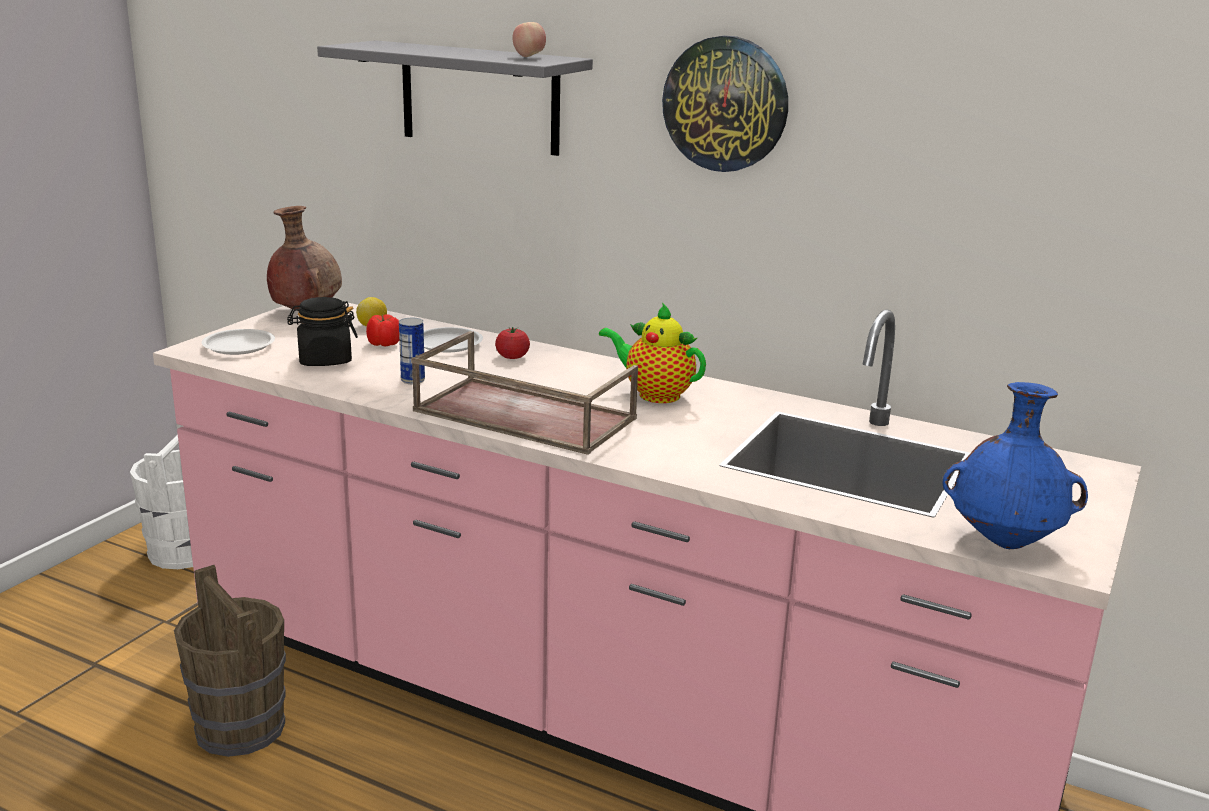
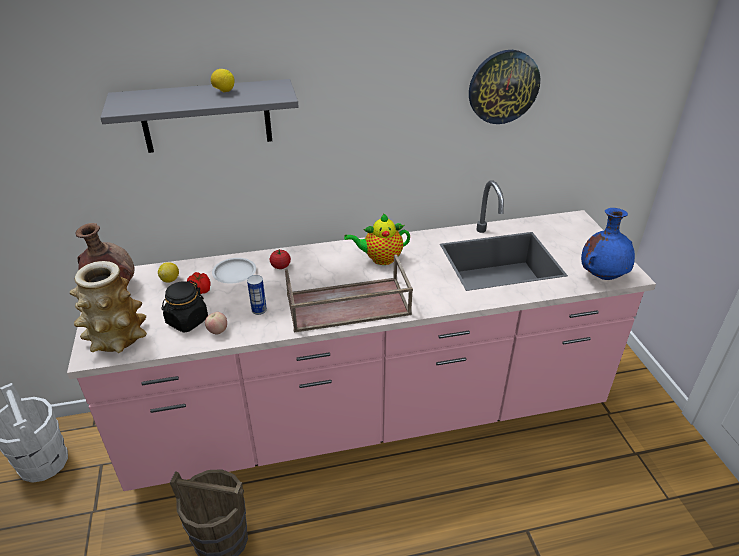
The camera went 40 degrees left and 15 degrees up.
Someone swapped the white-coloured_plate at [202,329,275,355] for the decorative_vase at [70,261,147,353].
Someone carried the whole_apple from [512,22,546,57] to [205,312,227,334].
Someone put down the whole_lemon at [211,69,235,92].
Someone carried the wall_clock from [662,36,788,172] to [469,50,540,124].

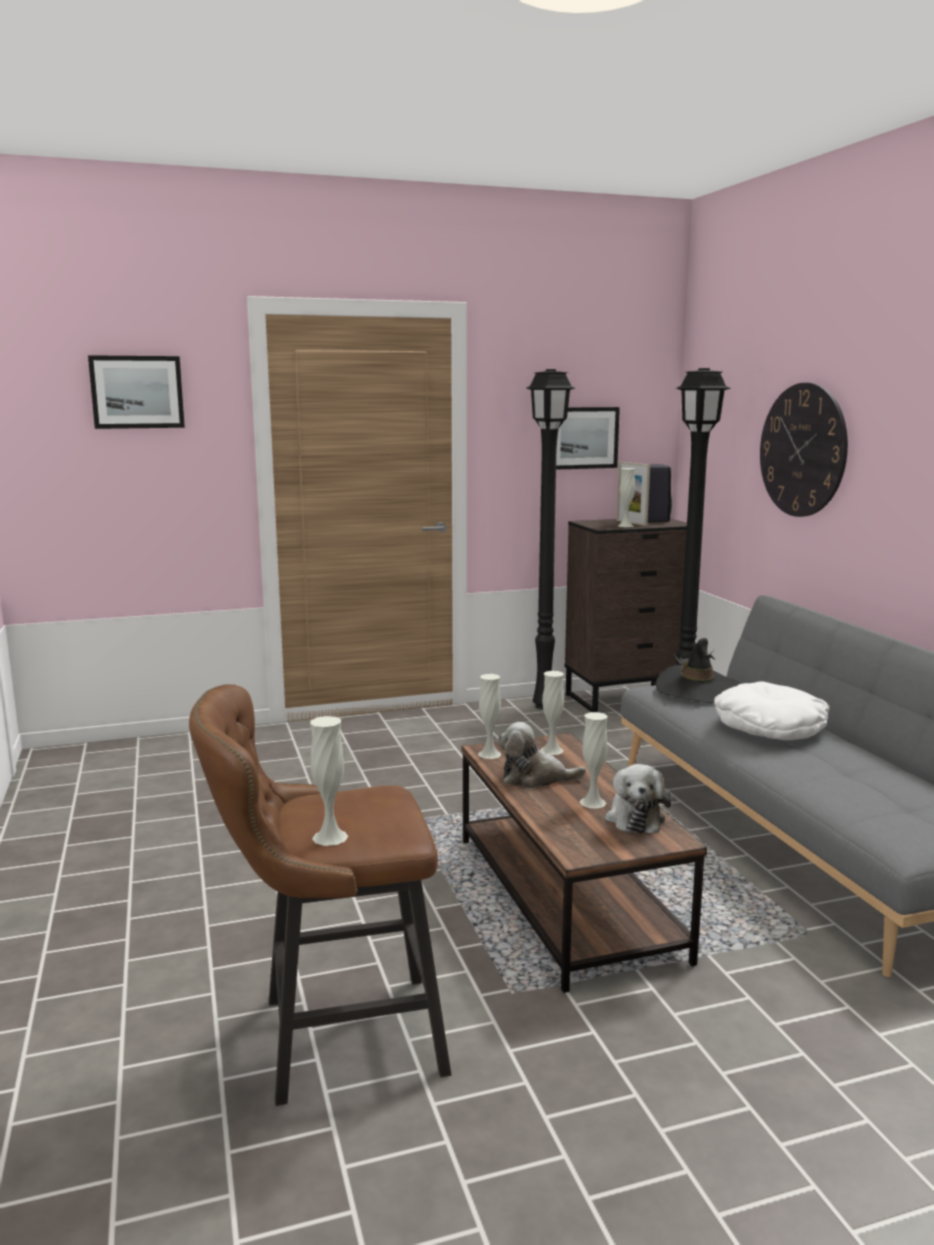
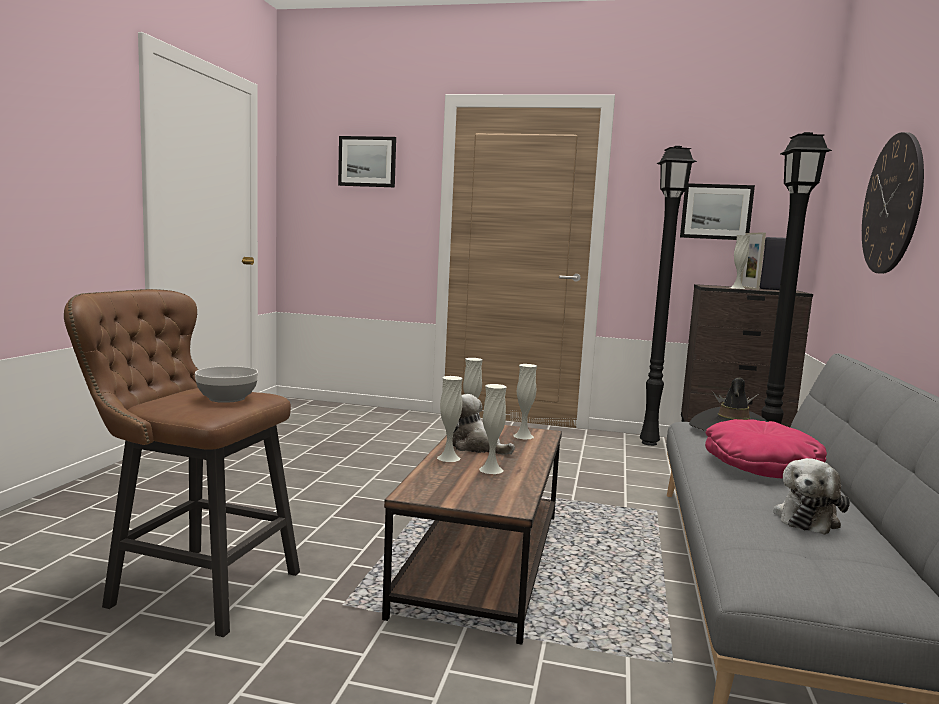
The camera went 30 degrees right and 5 degrees down.
Someone put down the deep_dish at [195,366,258,403].
Someone carried the white-coloured_decorative_vase from [310,716,348,846] to [437,376,463,462].
Someone repainted the white-coloured_cushion at [714,681,830,740], which became the pink-coloured_cushion at [705,419,827,478].
Someone carried the plush_toy from [605,764,672,833] to [773,458,850,535].

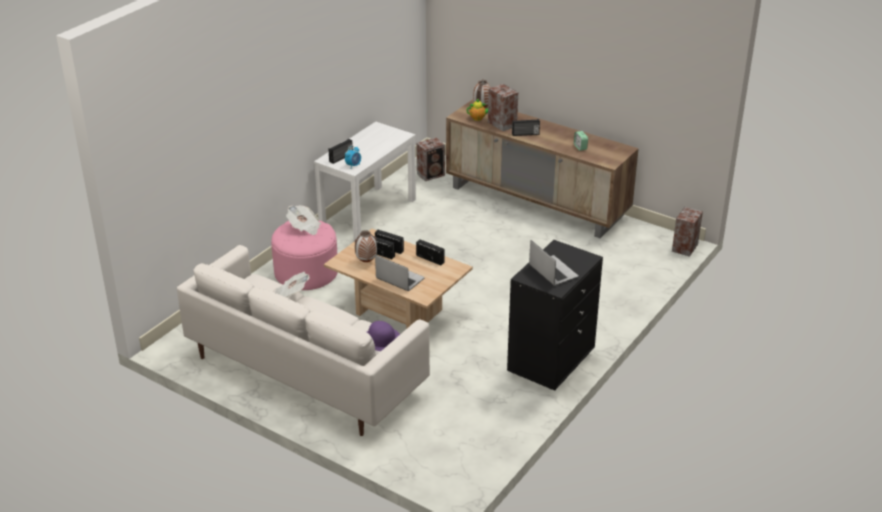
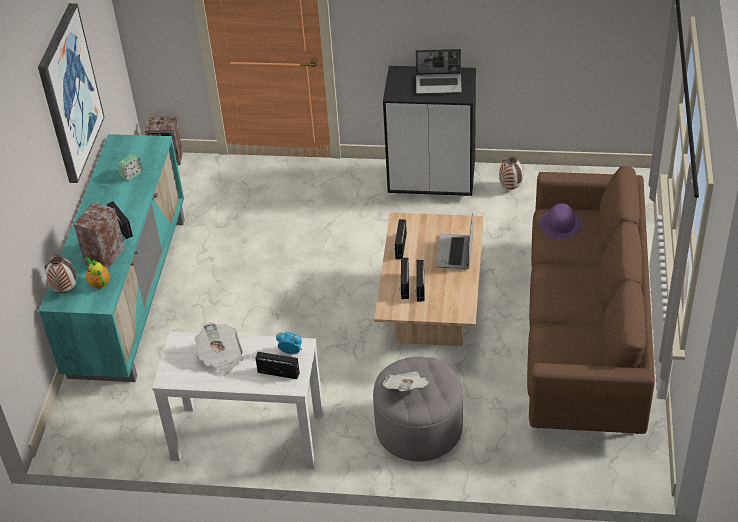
The camera went 115 degrees left and 10 degrees up.
Someone put up the picture at [38,3,105,183].
Someone repainted the brownish_tv_stand at [446,99,639,238], which became the turquoise_tv_stand at [39,134,185,382].
Someone carried the newspaper from [273,272,309,298] to [195,322,244,376].
Someone repainted the pink-coloured_ottoman at [271,221,338,290], which became the gray_ottoman at [373,357,463,462].
Someone rotated the laptop at [529,240,579,286] by 120 degrees counterclockwise.
Someone carried the decorative_vase from [355,230,377,262] to [499,156,523,189].
Someone repainted the white-coloured_sofa at [177,245,430,436], which became the brownish_sofa at [527,166,655,434].
Someone took away the audio_speaker at [417,137,445,181].

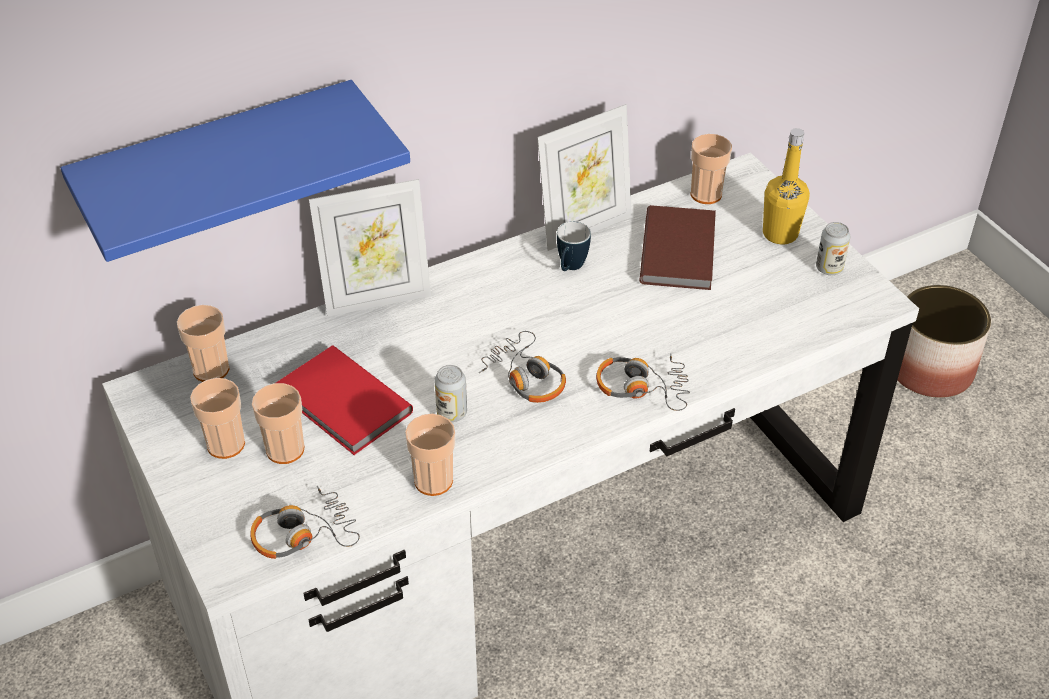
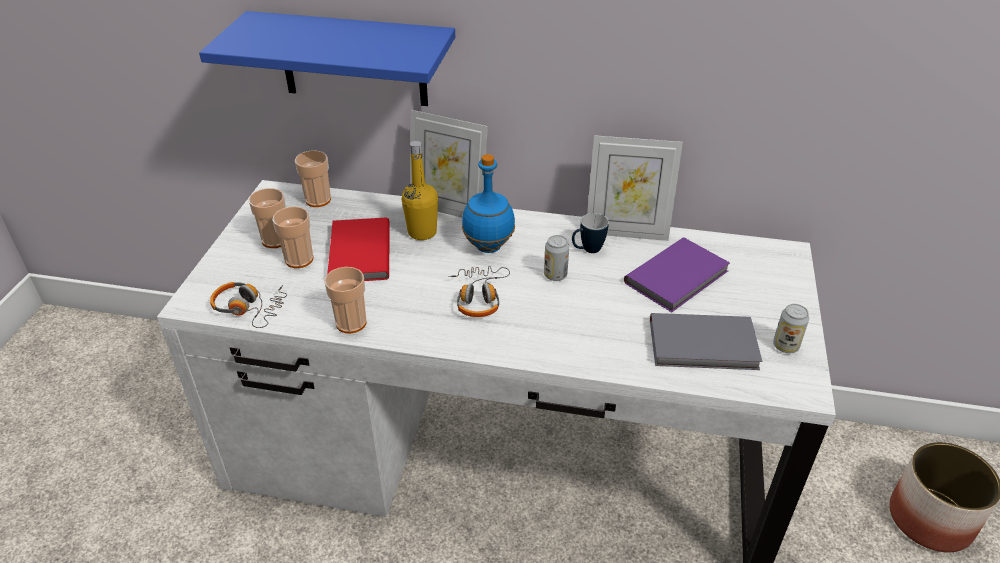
The camera went 40 degrees right and 5 degrees down.
Someone carried the yellow_beverage_bottle from [763,128,810,244] to [402,141,438,240].
Someone put down the blue_beverage_bottle at [462,154,515,253].
Someone carried the metal_can from [434,365,467,422] to [544,235,569,281].
Someone repainted the brownish_book at [639,205,716,290], which became the purple-coloured_book at [624,237,730,312].
Someone put down the gray_book at [650,313,763,370].
Someone took away the headset at [596,353,690,411].
Someone took away the small_cup at [691,134,732,204].

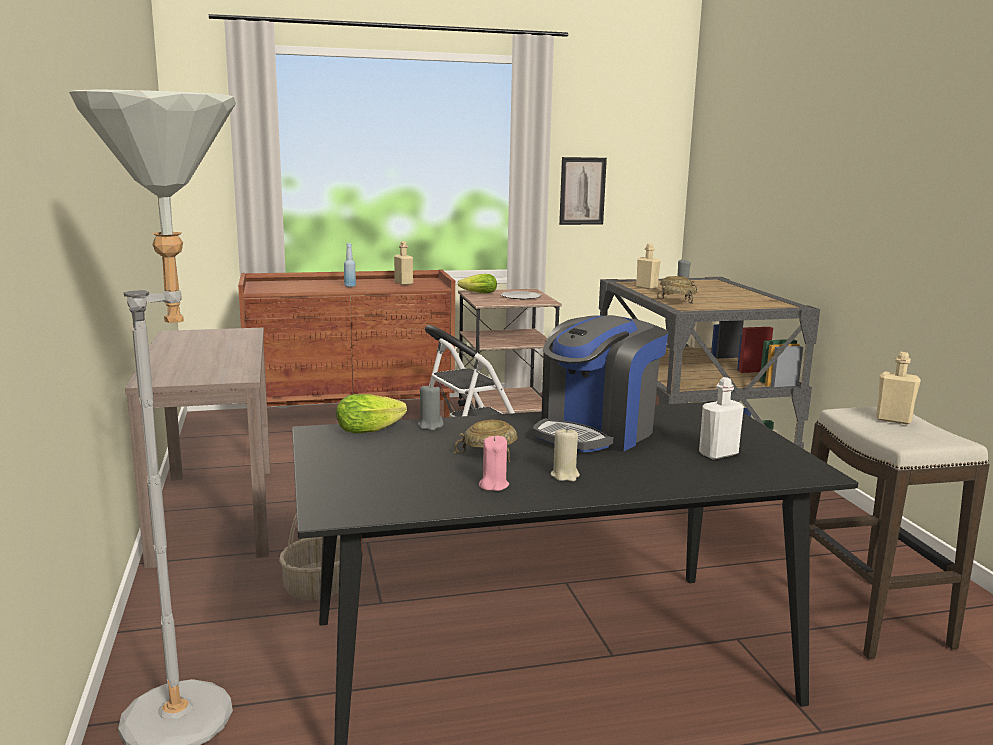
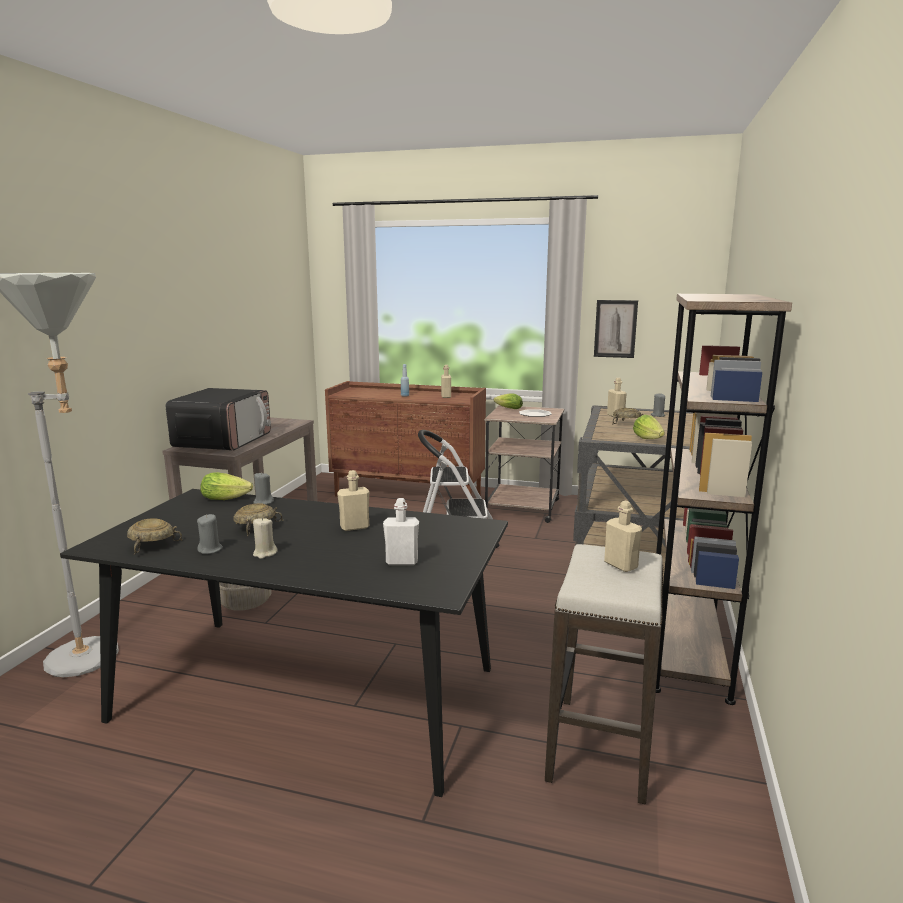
The camera went 30 degrees right and 0 degrees up.
Someone carried the sand-coloured_deep_dish from [656,283,696,304] to [127,518,183,555].
Someone put down the kitchen_microwave at [166,388,271,450].
Someone repainted the pink-coloured_wax_candle at [479,436,509,491], which became the gray_wax_candle at [197,514,223,554].
Someone swapped the coffee_brewer at [533,315,668,452] for the sand-coloured_beverage_bottle at [337,470,369,531].
Someone put down the lettuce_head at [633,415,665,439].
Someone put down the brownish_bookshelf at [656,294,792,705].

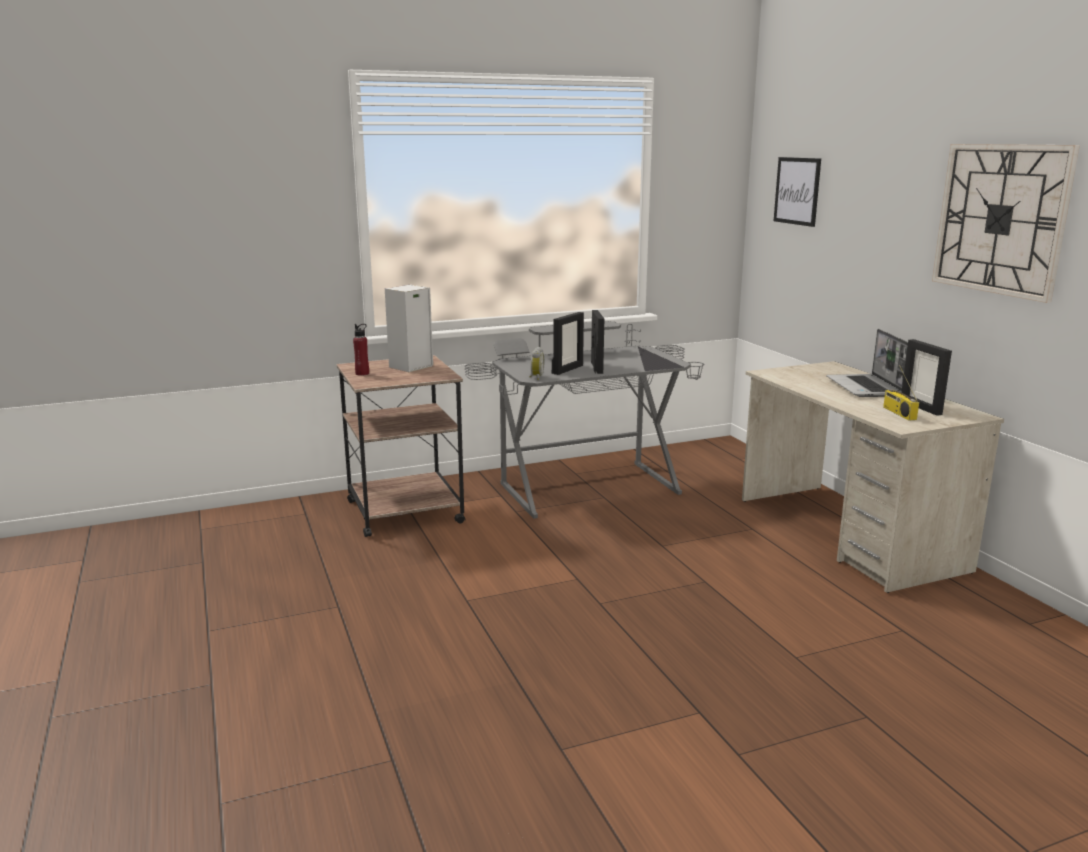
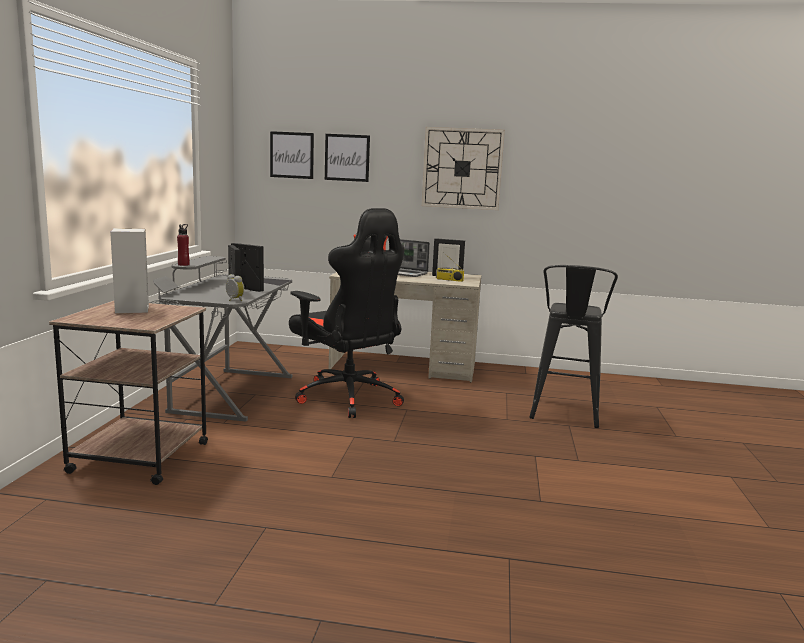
The camera went 60 degrees left and 5 degrees down.
Someone carried the reddish_beverage_bottle from [353,324,369,376] to [177,224,190,266].
Someone put down the black-coloured_office_chair at [289,208,404,418].
Someone put up the picture at [325,134,370,182].
Someone put down the black-coloured_sitting_stool at [529,265,618,428].

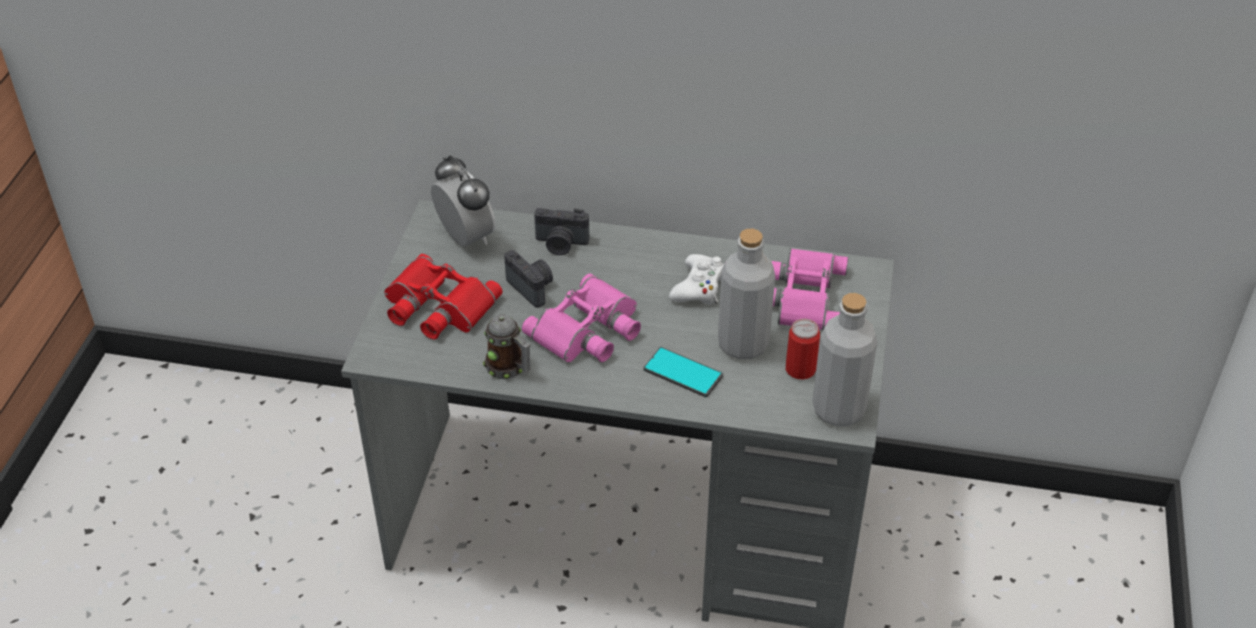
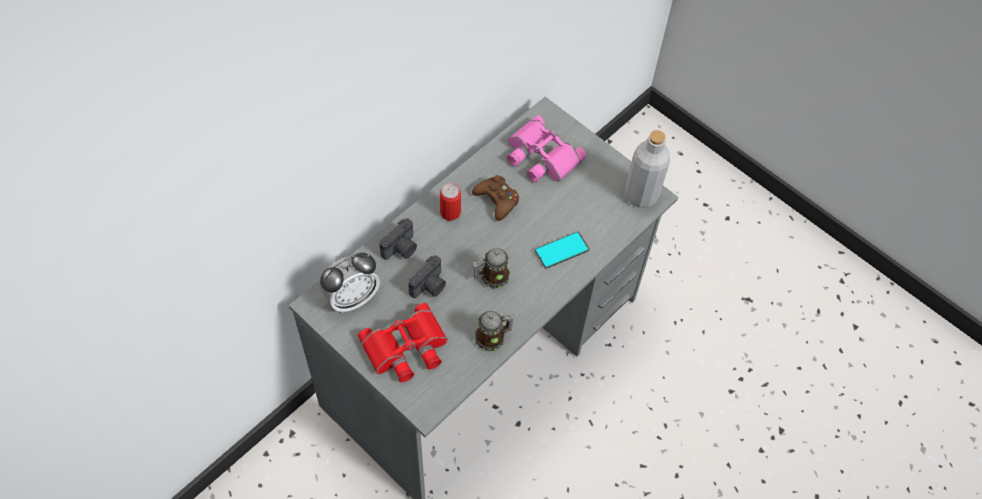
The camera went 60 degrees left and 15 degrees up.
Someone rotated the bedside_clock at [431,155,496,246] by 150 degrees clockwise.
Someone rotated the photo_camera at [504,250,553,308] by 135 degrees clockwise.
Someone carried the metal_can from [786,319,820,379] to [440,183,461,221].
Someone repainted the white-coloured_game_controller at [669,254,724,305], which became the brownish_game_controller at [472,175,519,221].
Someone swapped the pink-coloured_binoculars at [522,273,641,363] for the coffee_mug at [473,248,510,288].
Someone took away the gray_beverage_bottle at [718,229,775,359].

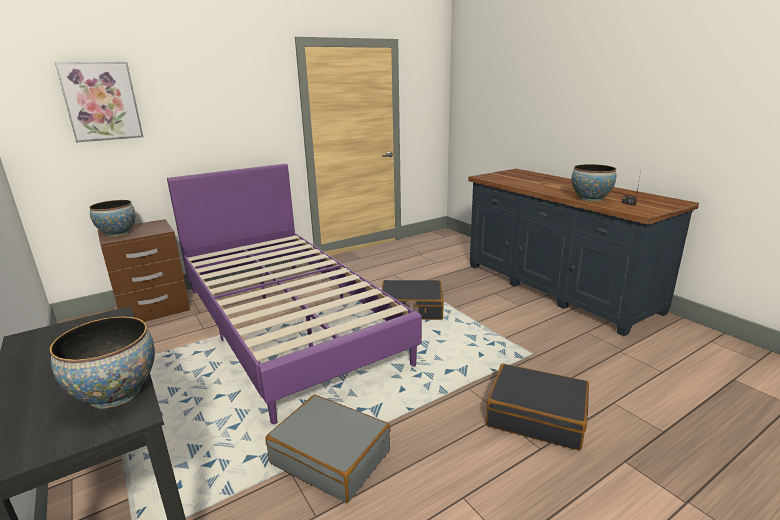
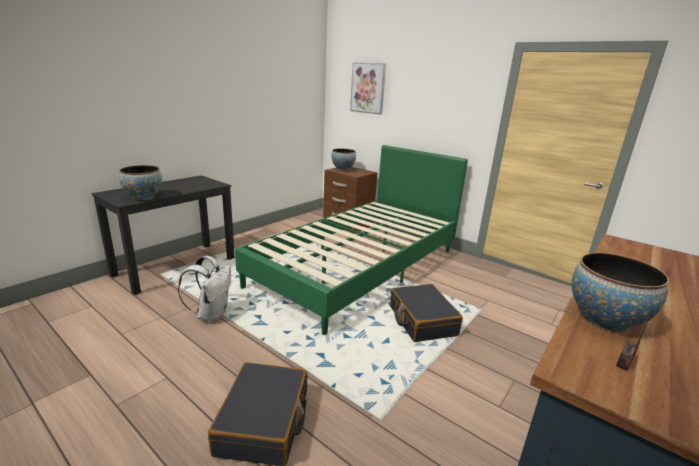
The camera went 70 degrees right and 0 degrees up.
Someone swapped the gray_piece_of_luggage at [265,395,391,503] for the white-coloured_rucksack at [178,256,231,322].
Someone repainted the purple-coloured_bed at [167,163,422,424], which became the green-coloured_bed at [235,145,468,335].

